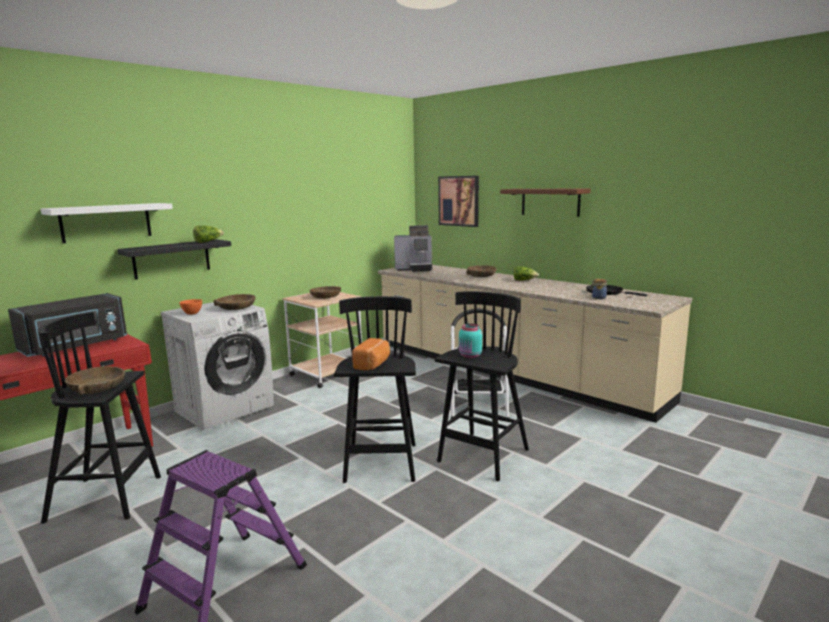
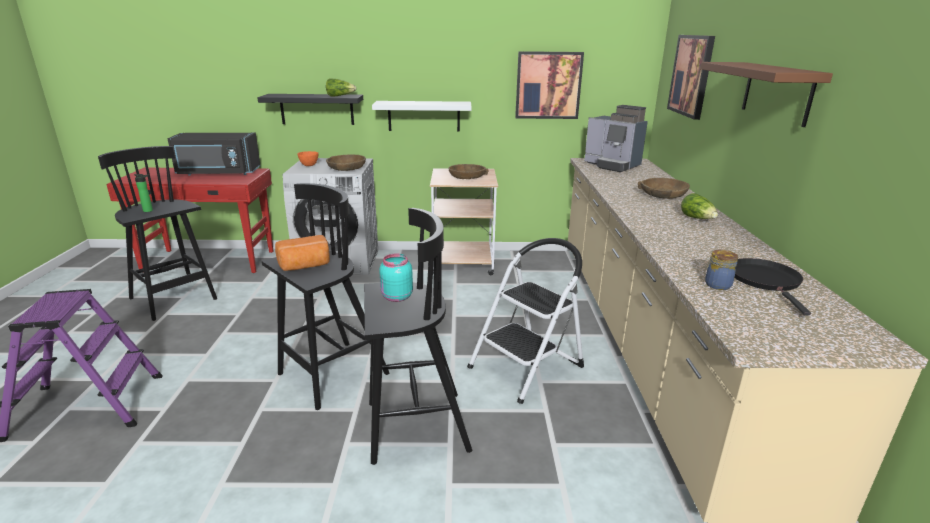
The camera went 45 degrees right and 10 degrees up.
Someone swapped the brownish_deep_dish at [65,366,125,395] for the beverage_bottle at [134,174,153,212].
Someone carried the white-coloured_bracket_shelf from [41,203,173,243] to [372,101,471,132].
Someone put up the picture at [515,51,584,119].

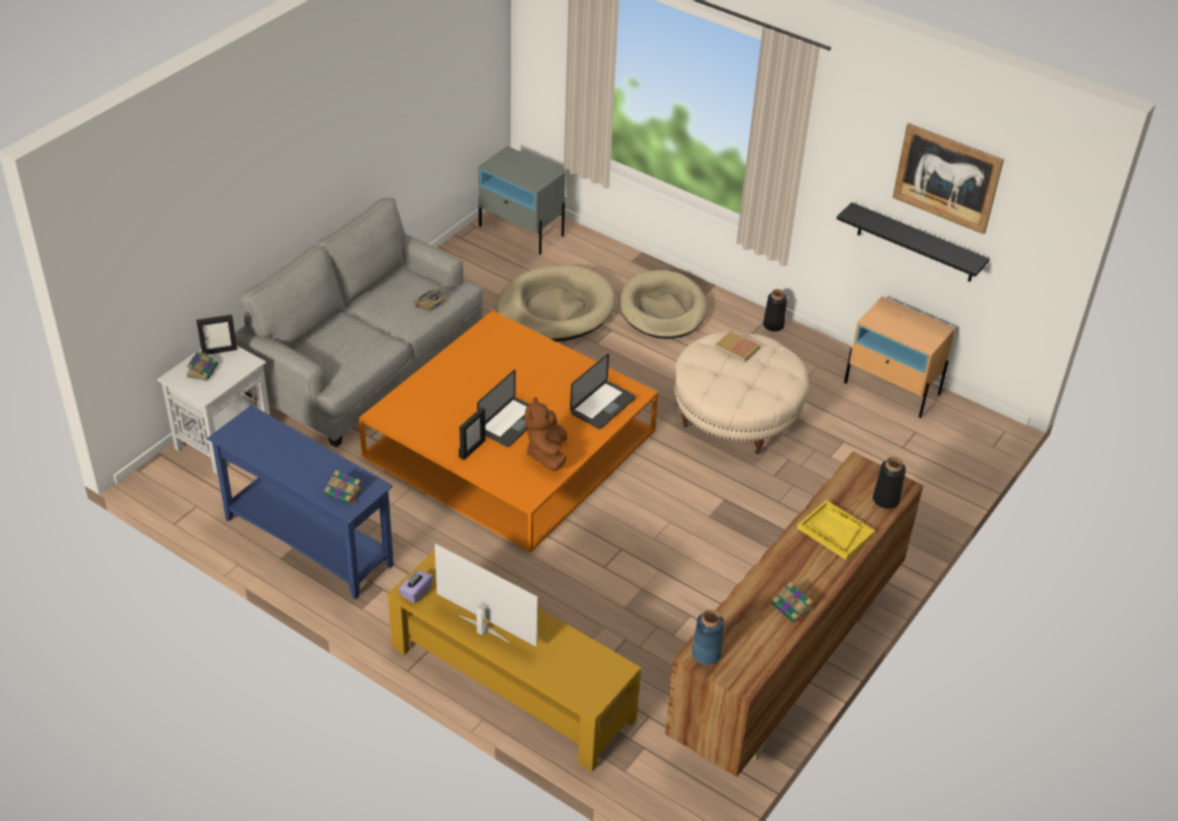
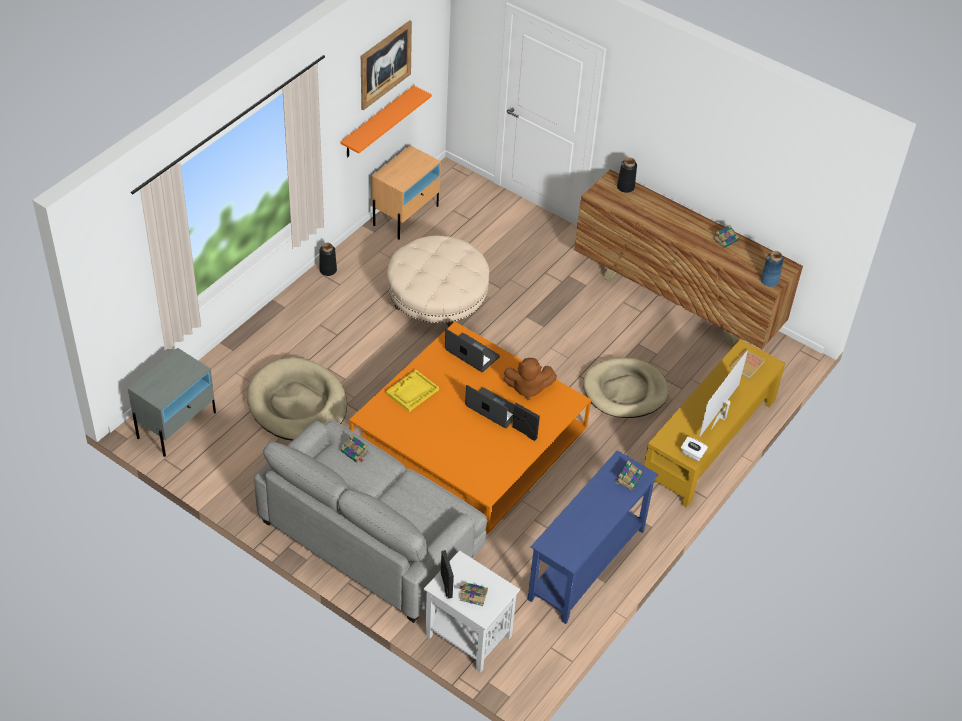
The camera went 90 degrees left and 5 degrees up.
Someone repainted the black-coloured_bracket_shelf at [837,202,990,282], which became the orange_bracket_shelf at [340,85,432,157].
Someone carried the yellow_carrying_tray from [797,500,875,560] to [386,370,439,412].
Someone carried the sand-coloured_pet_bed from [619,270,707,339] to [583,358,669,418].
Someone repainted the purple-coloured_tissue_holder at [399,570,433,603], which became the white-coloured_tissue_holder at [681,437,708,461].
Someone carried the book from [715,331,760,362] to [731,349,765,378].

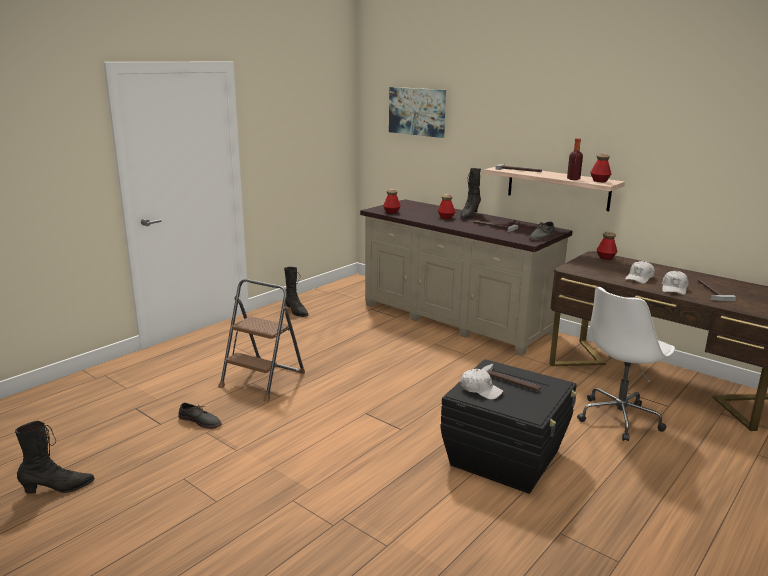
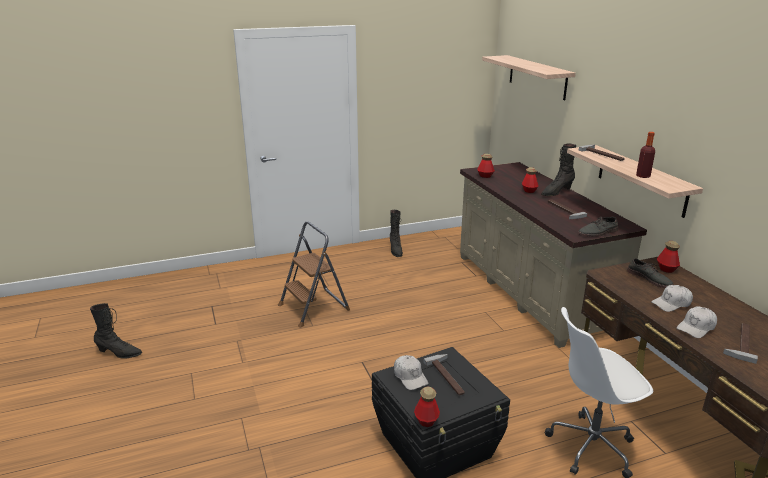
The camera went 30 degrees right and 5 degrees up.
Someone carried the beverage_bottle from [590,153,611,182] to [414,387,440,427].
Someone swapped the picture at [389,87,446,138] for the bracket_shelf at [482,55,576,100].
Someone carried the gray_item_of_footwear from [178,403,221,429] to [627,258,674,288].

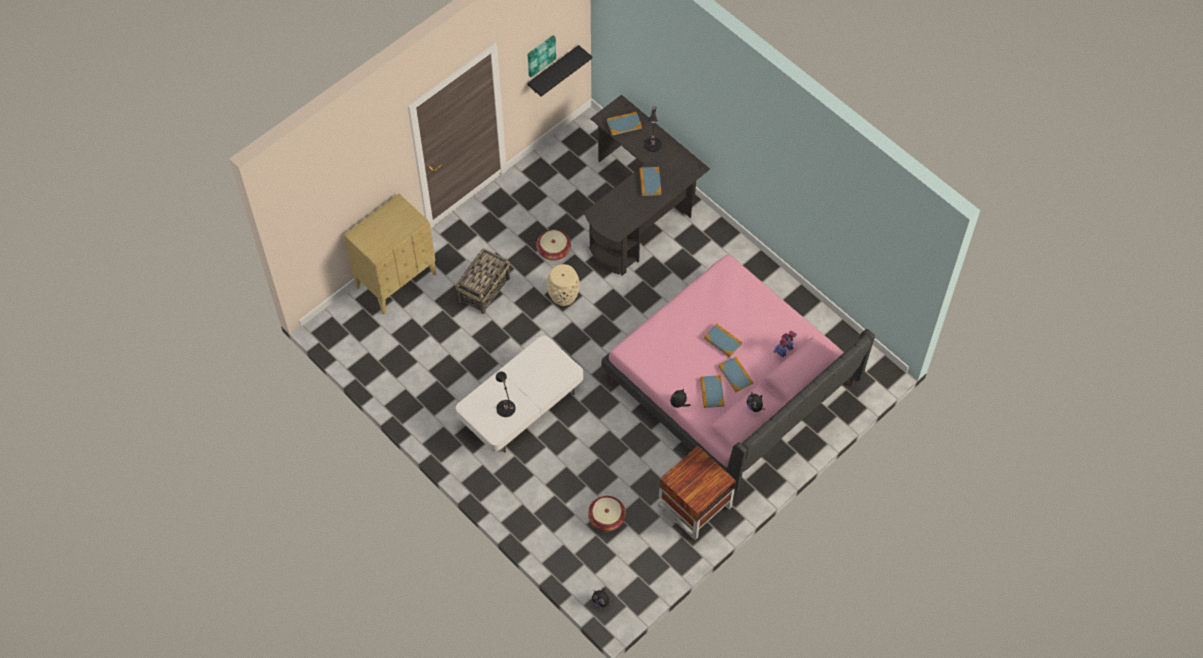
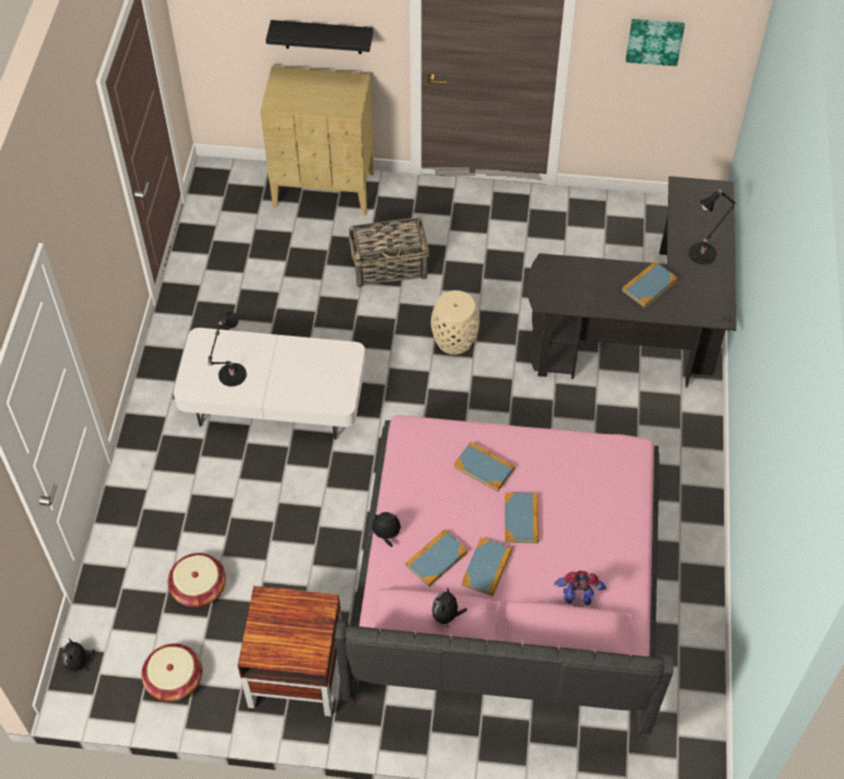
The camera went 50 degrees right and 5 degrees down.
Someone carried the household_basket from [536,230,571,261] to [141,644,202,702].
Someone carried the black-coloured_bracket_shelf from [528,45,592,97] to [266,20,374,54].
Someone carried the book from [607,112,642,136] to [454,442,515,492].

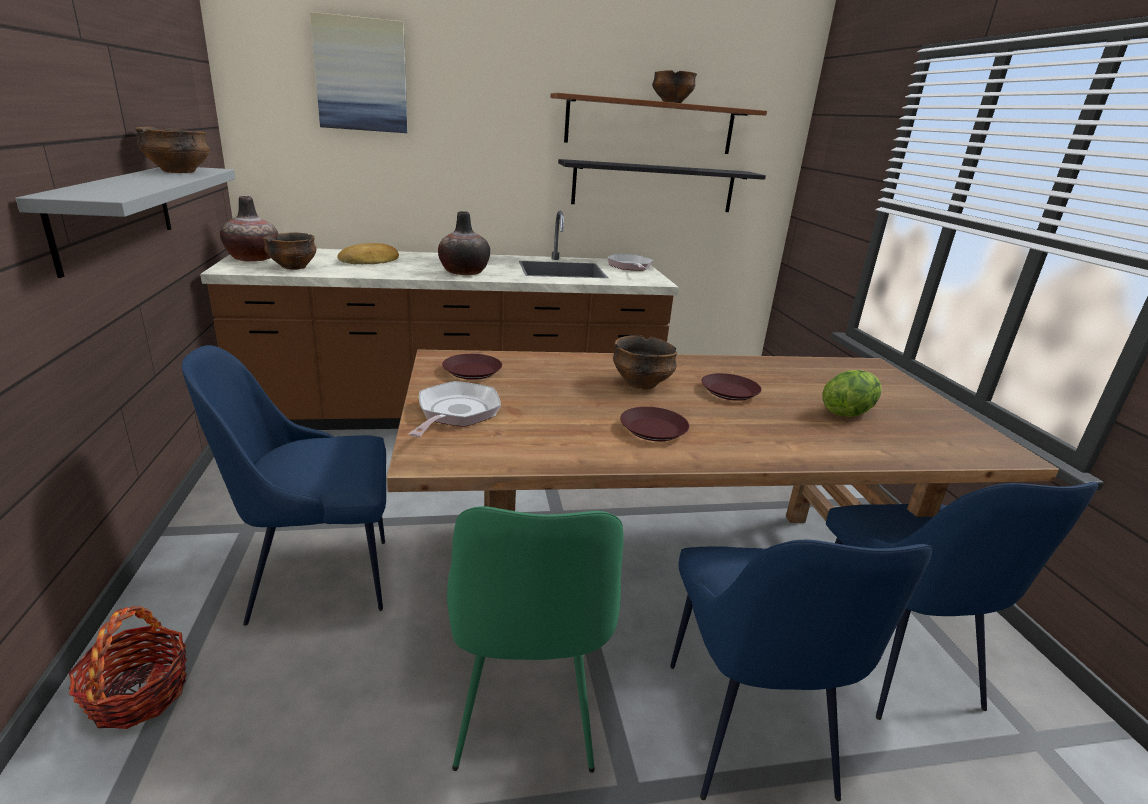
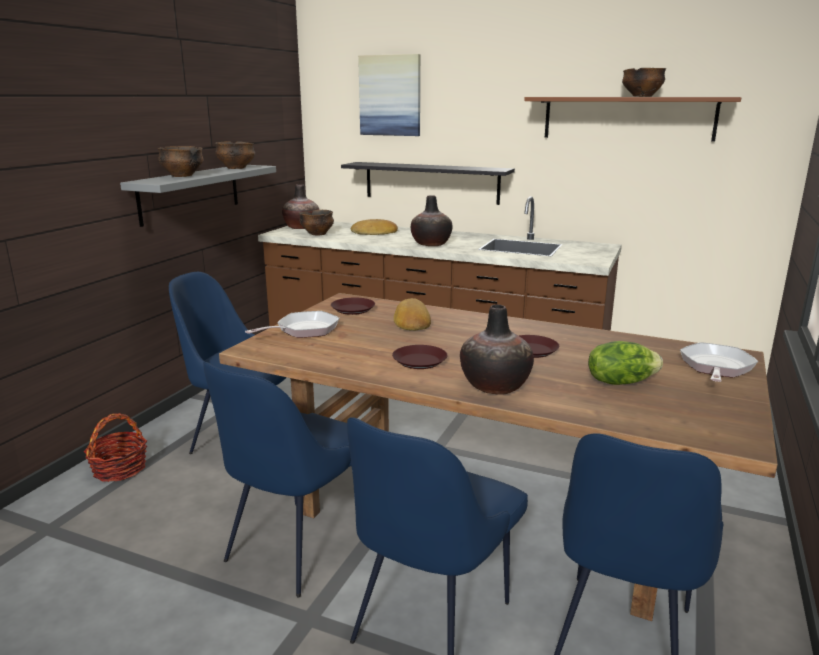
The camera went 35 degrees right and 5 degrees down.
Someone carried the deep_dish from [613,335,677,390] to [158,146,204,177].
Someone repainted the green-coloured_upright_chair at [447,506,624,773], which became the blue_upright_chair at [203,362,352,597].
Someone carried the black-coloured_bracket_shelf from [558,159,766,212] to [341,162,515,205].
Someone put down the bread at [394,298,431,330].
Someone put down the decorative_vase at [460,305,534,395].
Someone carried the frying_pan from [607,254,653,271] to [680,342,758,382].

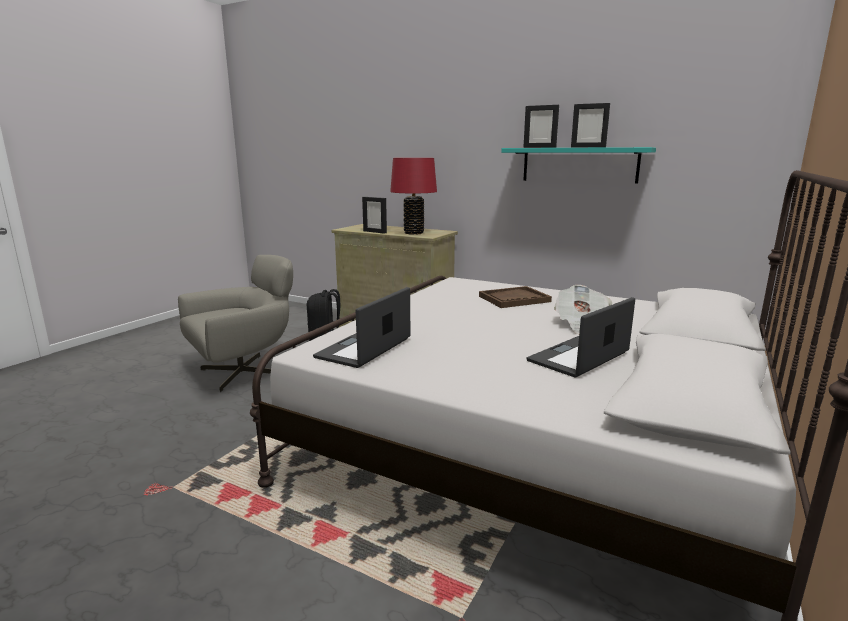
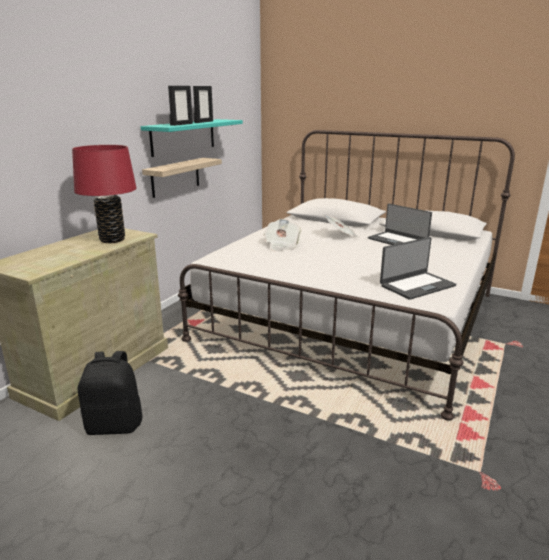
The camera went 90 degrees left and 5 degrees up.
Someone put up the bracket_shelf at [142,158,222,198].
Someone swapped the brownish_carrying_tray at [479,286,552,308] for the newspaper at [263,219,302,252].
Someone rotated the laptop at [313,287,410,368] by 60 degrees counterclockwise.
Someone took away the gray_armchair at [178,255,293,392].
Someone took away the picture_frame at [362,197,387,234].

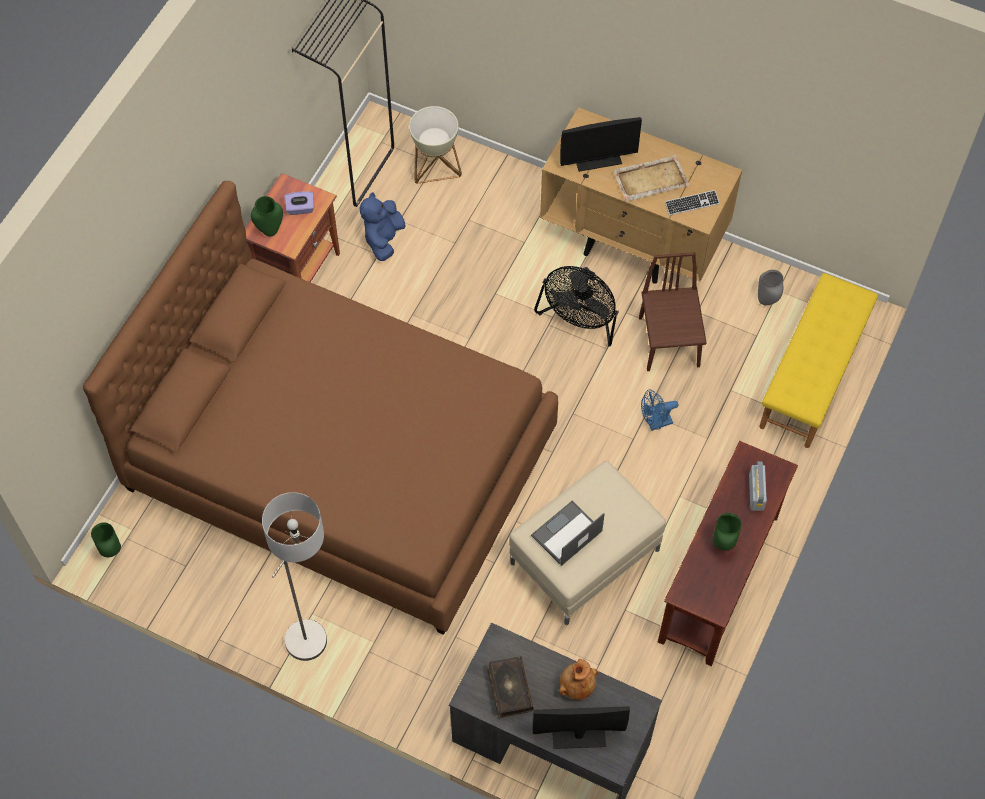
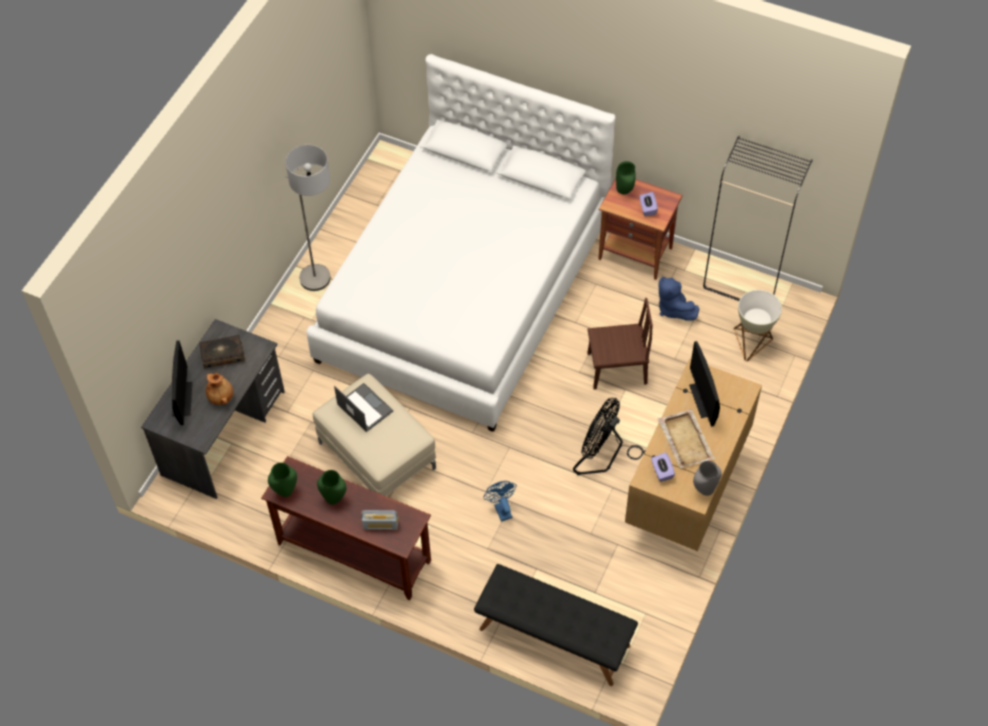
The camera went 90 degrees right and 5 degrees down.
Someone carried the green-coloured_decorative_vase from [91,522,121,557] to [268,463,297,497].
Someone repainted the brownish_bed at [83,181,558,635], which became the white-coloured_bed at [306,54,615,432].
Someone repainted the yellow_indoor_bench at [759,273,878,448], which became the black-coloured_indoor_bench at [474,564,638,686].
Someone carried the brownish_upright_chair from [639,252,707,371] to [587,298,653,389].
Someone swapped the keyboard at [665,190,720,215] for the purple-coloured_tissue_holder at [651,452,675,482].
Someone rotated the blue_plush_toy at [360,192,406,261] by 135 degrees counterclockwise.
Someone carried the gray_decorative_vase from [758,270,783,305] to [693,461,722,496].

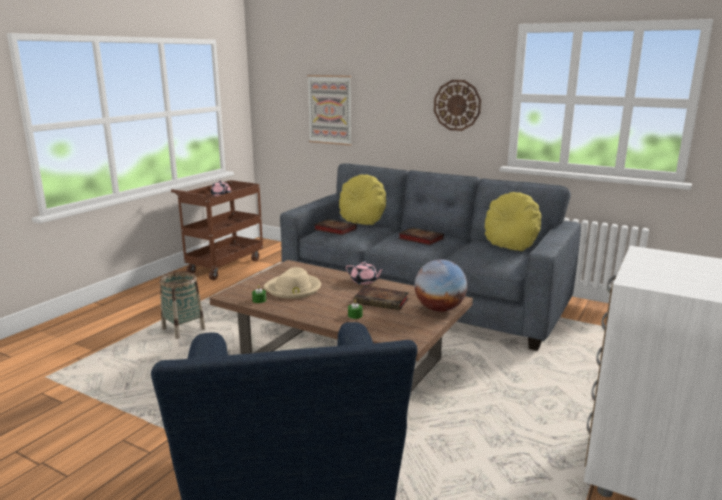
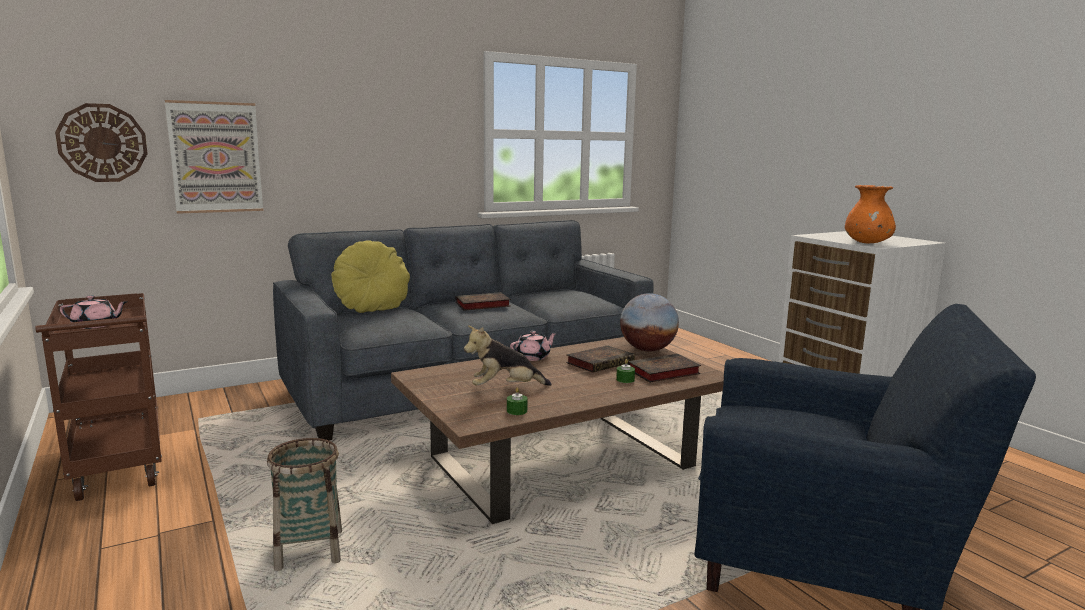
The camera went 60 degrees left and 5 degrees down.
Someone carried the wall_clock from [434,80,481,131] to [55,103,148,182].
Someone swapped the sand-coloured_clothing_hat at [263,267,321,299] for the plush_toy at [464,325,552,386].
Someone carried the book from [314,219,357,235] to [627,354,701,383].
Someone put down the orange_decorative_vase at [845,185,896,243].
Someone took away the yellow_cushion at [485,192,541,251].

